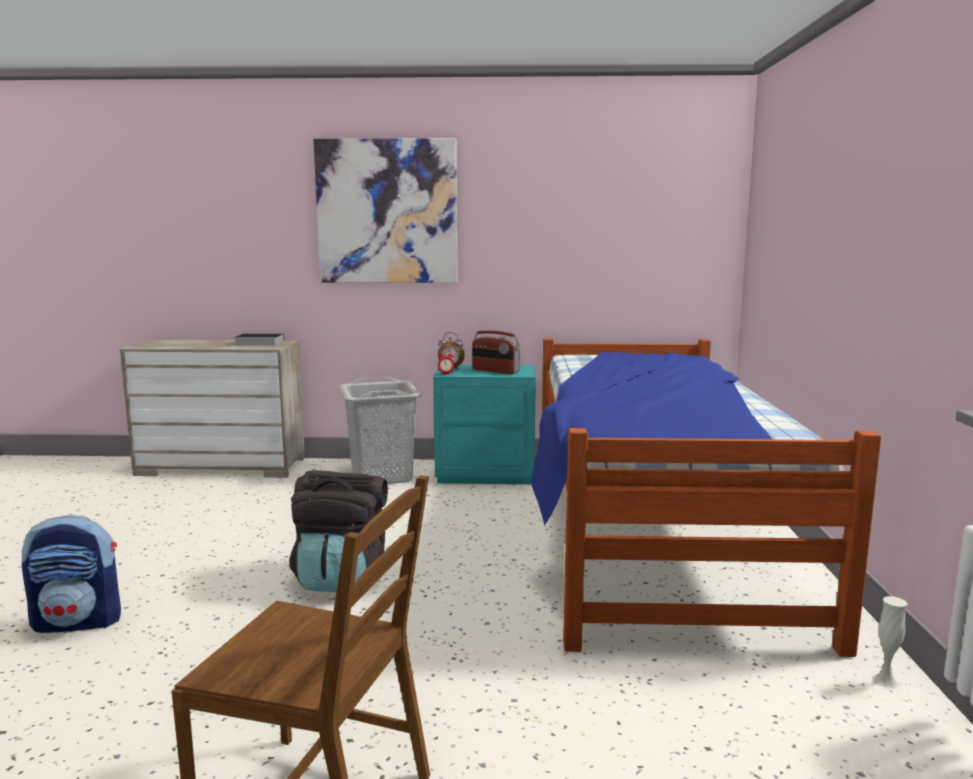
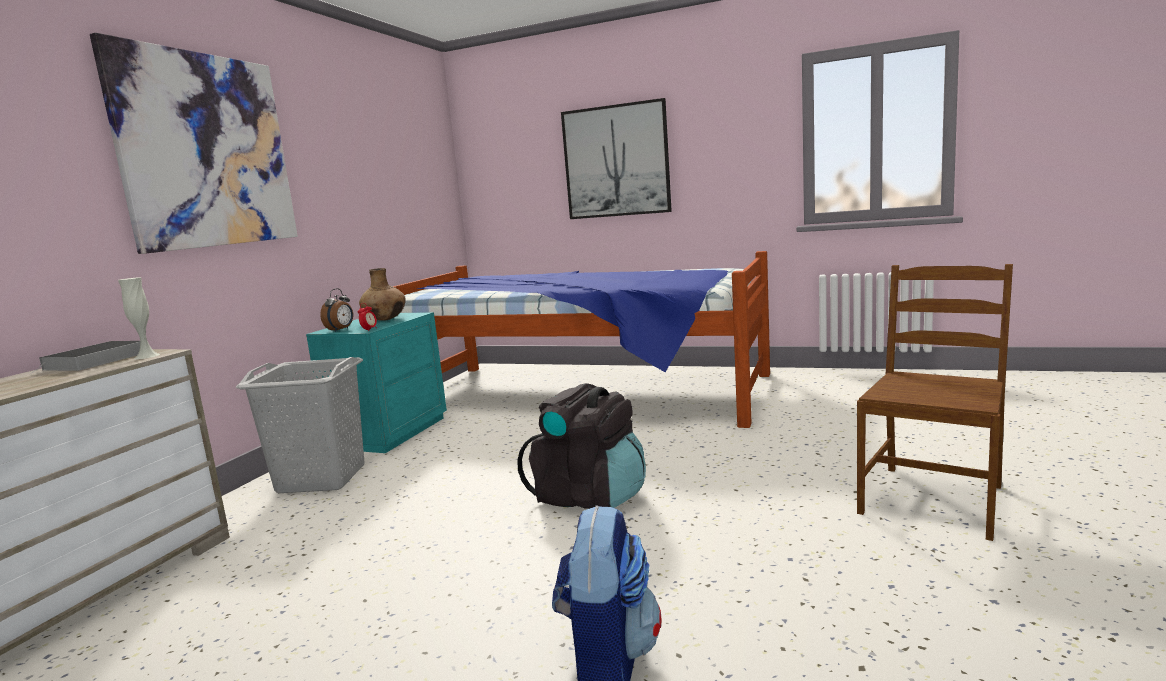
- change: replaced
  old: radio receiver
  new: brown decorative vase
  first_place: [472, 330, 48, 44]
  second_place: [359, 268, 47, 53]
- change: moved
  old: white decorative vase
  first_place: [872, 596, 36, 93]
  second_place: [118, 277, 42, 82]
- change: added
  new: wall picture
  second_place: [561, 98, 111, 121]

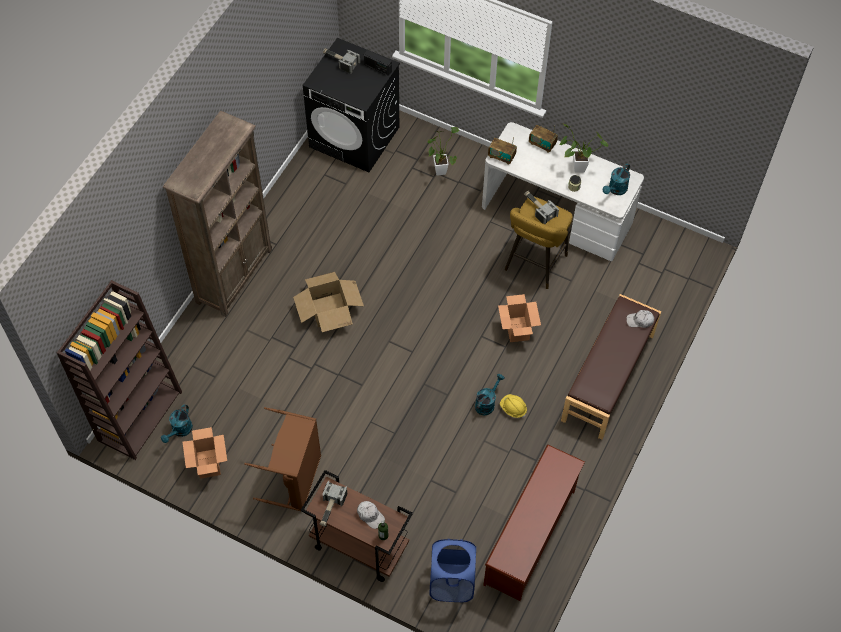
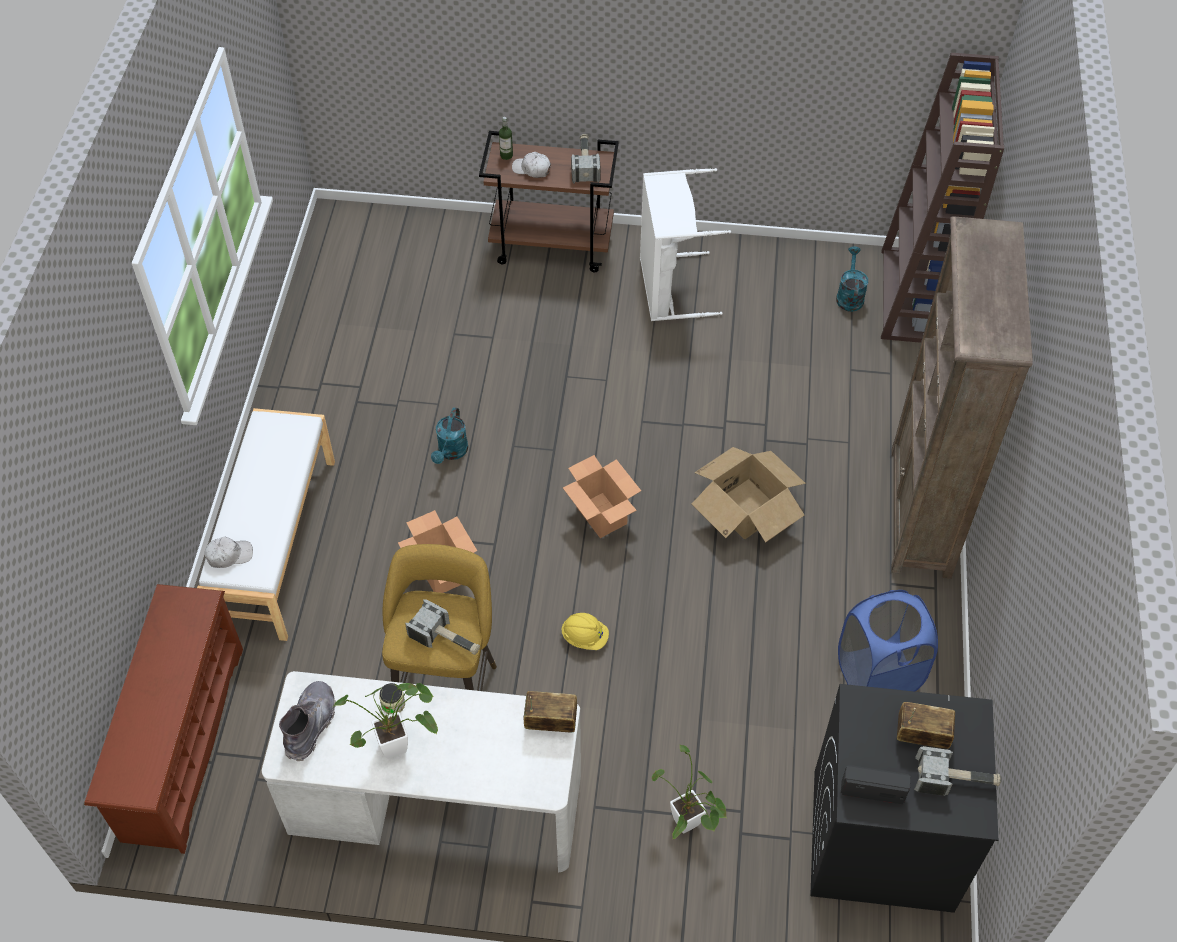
- change: moved
  old: radio receiver
  first_place: [529, 125, 29, 28]
  second_place: [897, 702, 58, 47]
- change: replaced
  old: turquoise watering can
  new: gray tall boot
  first_place: [603, 163, 27, 32]
  second_place: [279, 681, 57, 80]
- change: recoloured
  old: brown bench
  new: white bench
  first_place: [561, 294, 100, 146]
  second_place: [197, 408, 138, 233]
- change: moved
  old: yellowish safety helmet
  first_place: [500, 394, 27, 24]
  second_place: [561, 613, 48, 37]
- change: recoloured
  old: brown hamper
  new: white hamper
  first_place: [244, 407, 77, 105]
  second_place: [640, 168, 91, 153]
- change: moved
  old: packing box
  first_place: [183, 427, 44, 52]
  second_place: [563, 455, 78, 83]
- change: moved
  old: brown shoe shelf
  first_place: [483, 444, 102, 157]
  second_place: [84, 584, 159, 270]
- change: moved
  old: blue-coloured hamper
  first_place: [430, 539, 46, 63]
  second_place: [838, 590, 100, 102]

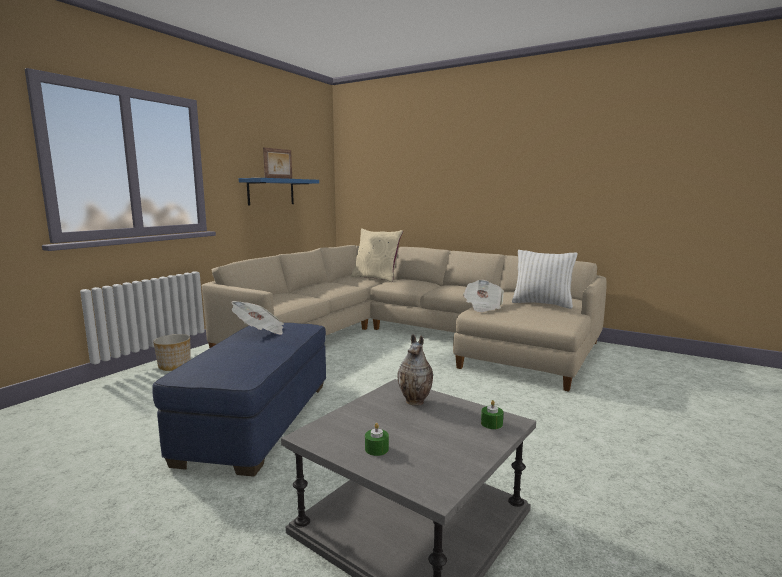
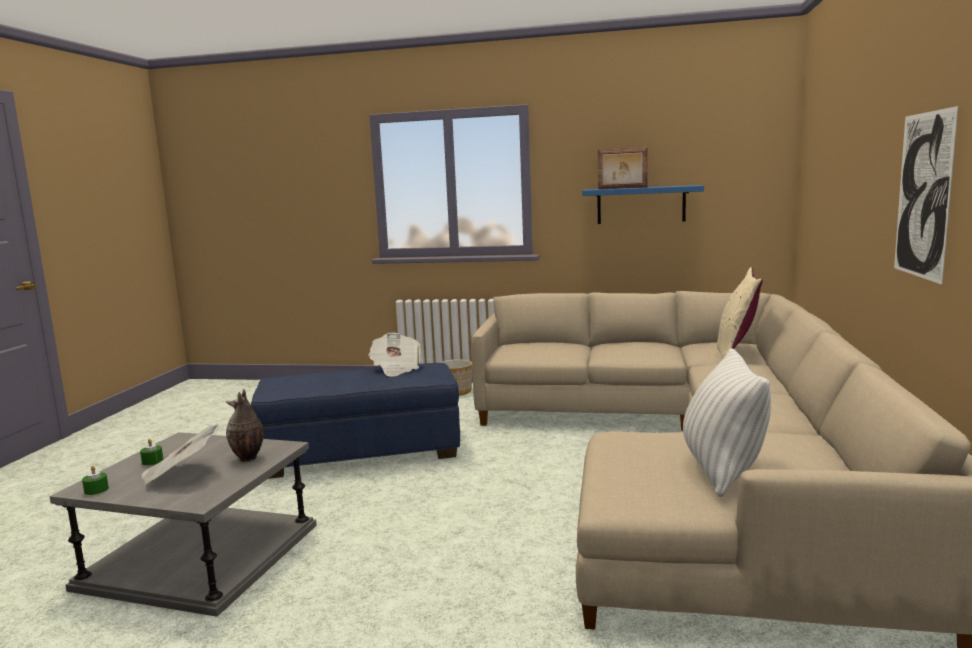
- change: moved
  old: daily paper
  first_place: [463, 280, 41, 32]
  second_place: [141, 424, 78, 61]
- change: moved
  old: greenish wax light
  first_place: [481, 400, 22, 29]
  second_place: [82, 466, 27, 29]
- change: added
  new: wall picture
  second_place: [894, 106, 64, 179]

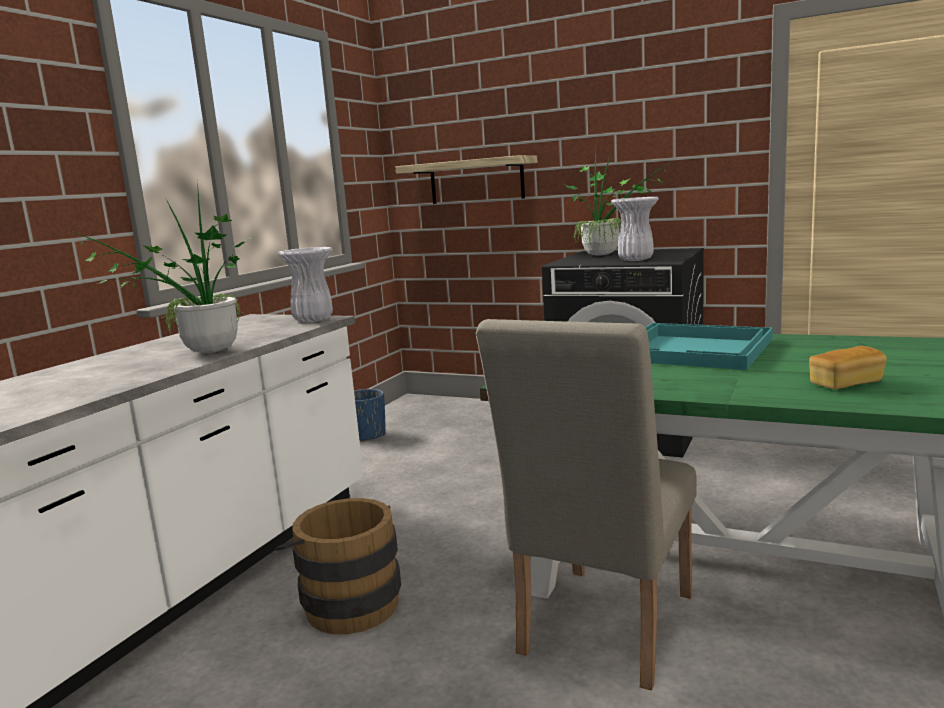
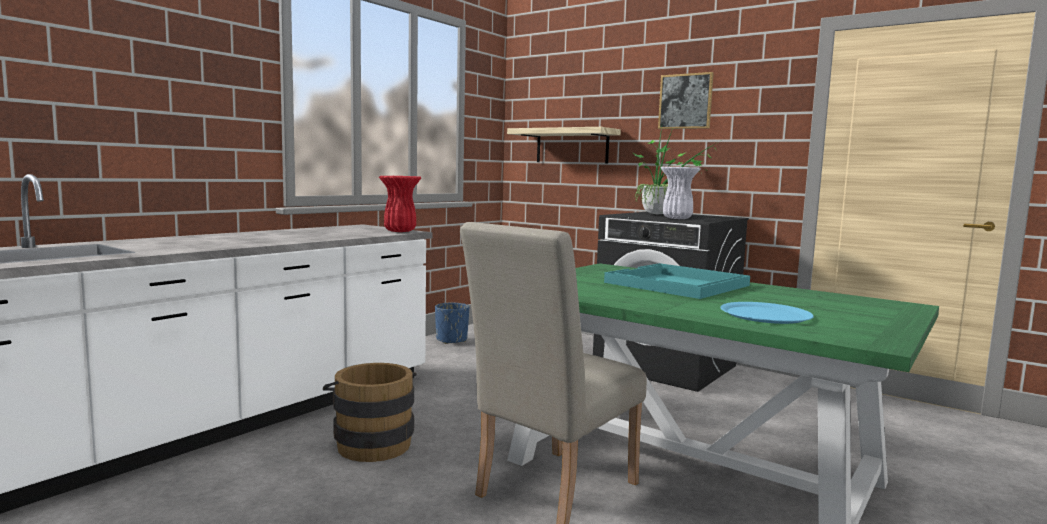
- change: removed
  old: potted plant
  first_place: [67, 181, 186, 172]
- change: recoloured
  old: white decorative vase
  new: red-coloured decorative vase
  first_place: [277, 247, 56, 75]
  second_place: [379, 176, 42, 56]
- change: replaced
  old: bakery bread
  new: blue-coloured flat dish
  first_place: [809, 346, 78, 43]
  second_place: [720, 302, 94, 22]
- change: added
  new: wall picture
  second_place: [658, 72, 56, 57]

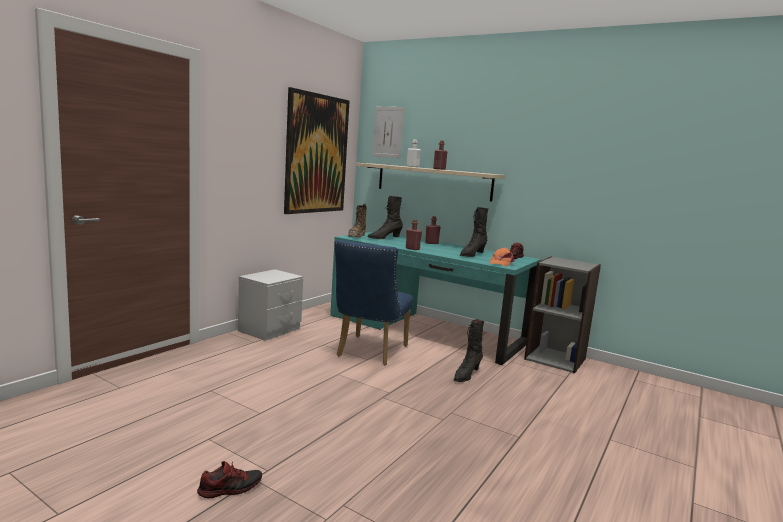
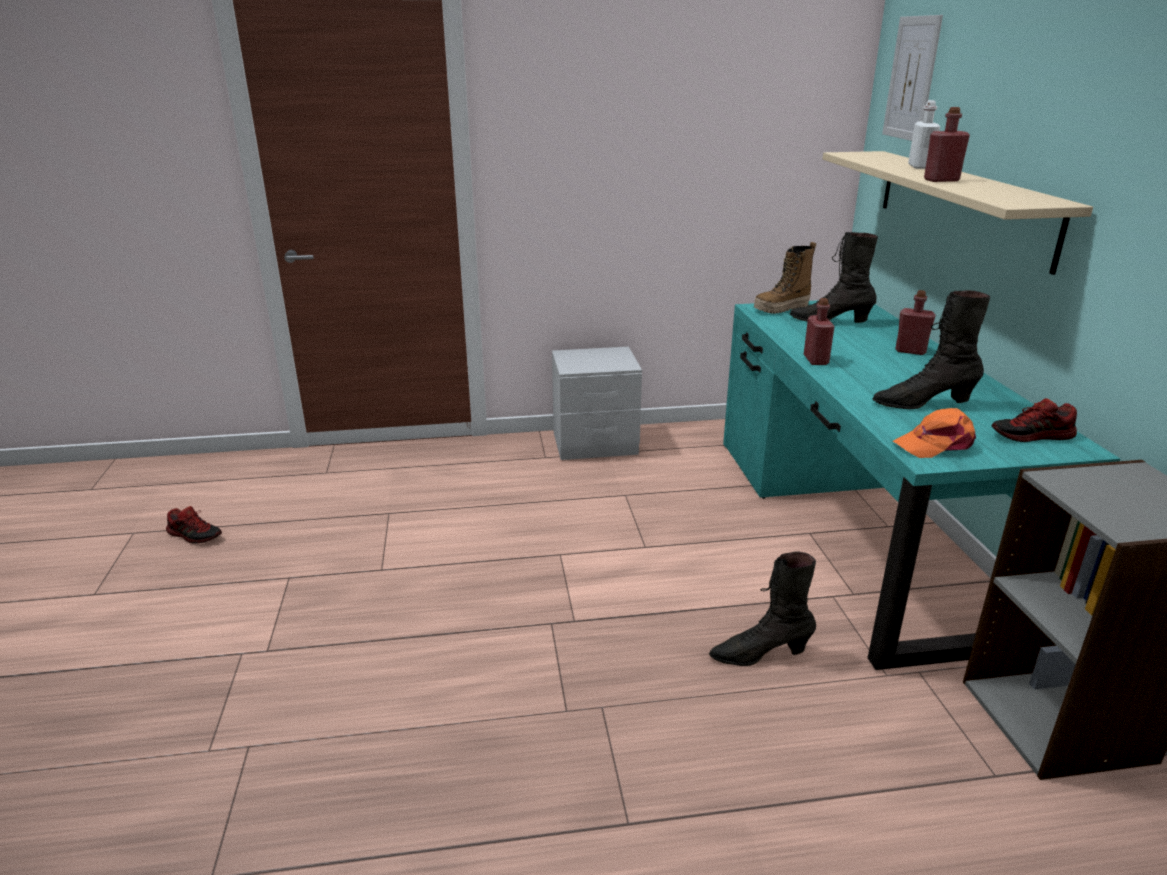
- change: removed
  old: wall picture
  first_place: [284, 87, 66, 127]
- change: removed
  old: blue-coloured upright chair
  first_place: [334, 240, 79, 126]
- change: moved
  old: shoe
  first_place: [197, 461, 65, 38]
  second_place: [166, 506, 56, 38]

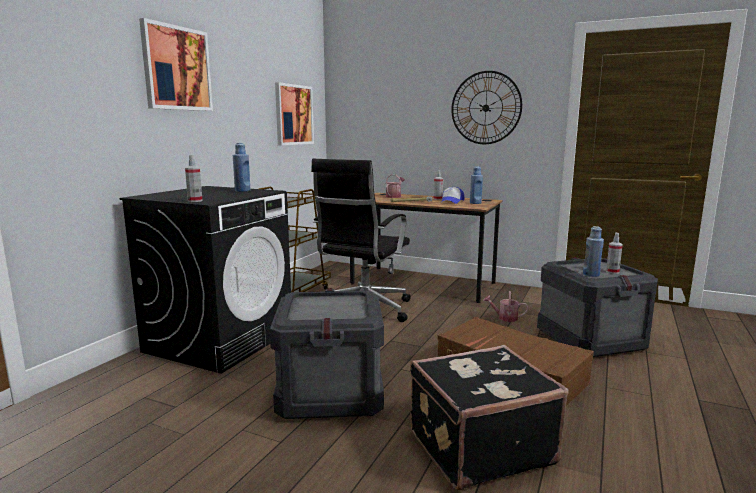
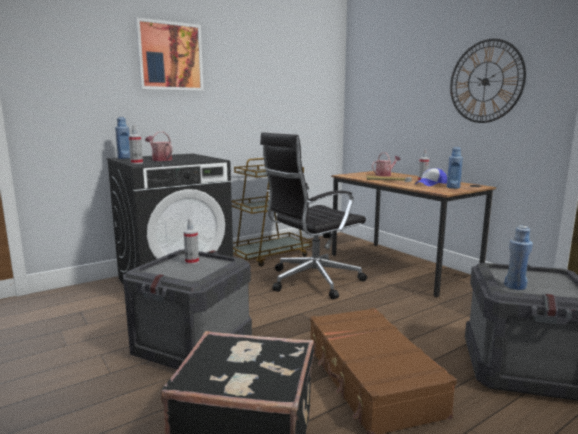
- change: removed
  old: wall picture
  first_place: [275, 82, 39, 63]
- change: moved
  old: blue-coloured drink bottle
  first_place: [233, 143, 17, 49]
  second_place: [115, 117, 15, 42]
- change: moved
  old: hand sprayer
  first_place: [606, 233, 17, 41]
  second_place: [184, 218, 15, 46]
- change: moved
  old: watering can
  first_place: [483, 291, 45, 31]
  second_place: [145, 132, 28, 29]

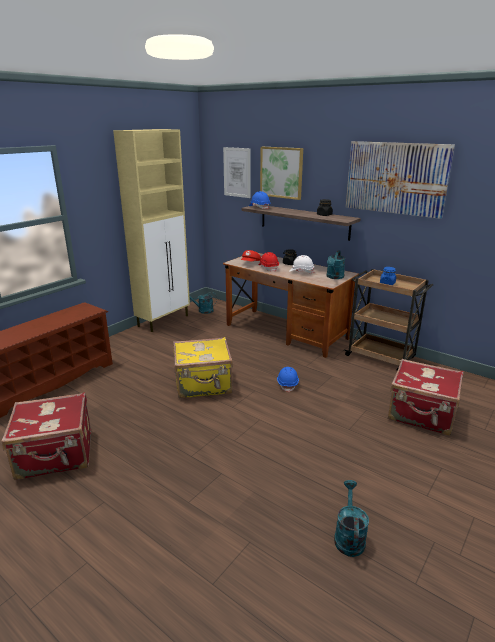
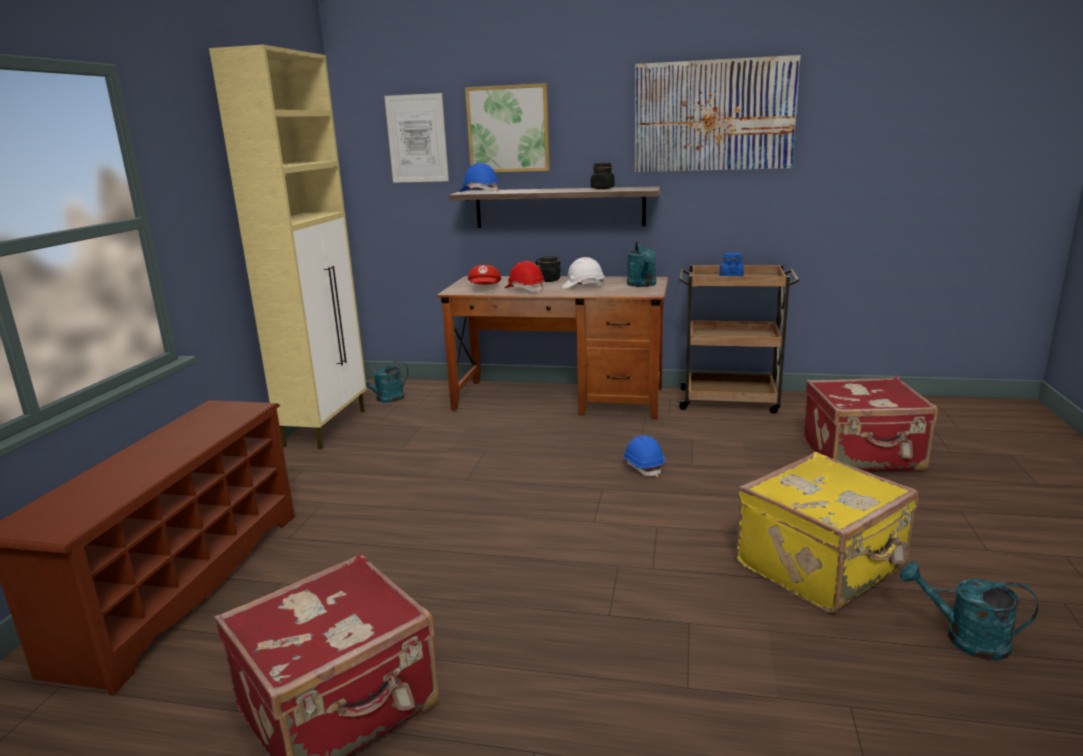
- change: moved
  old: yellowish travel case
  first_place: [173, 337, 60, 62]
  second_place: [736, 452, 182, 161]
- change: turned
  old: turquoise watering can
  first_place: [334, 480, 35, 77]
  second_place: [900, 561, 138, 99]
  degrees: -45

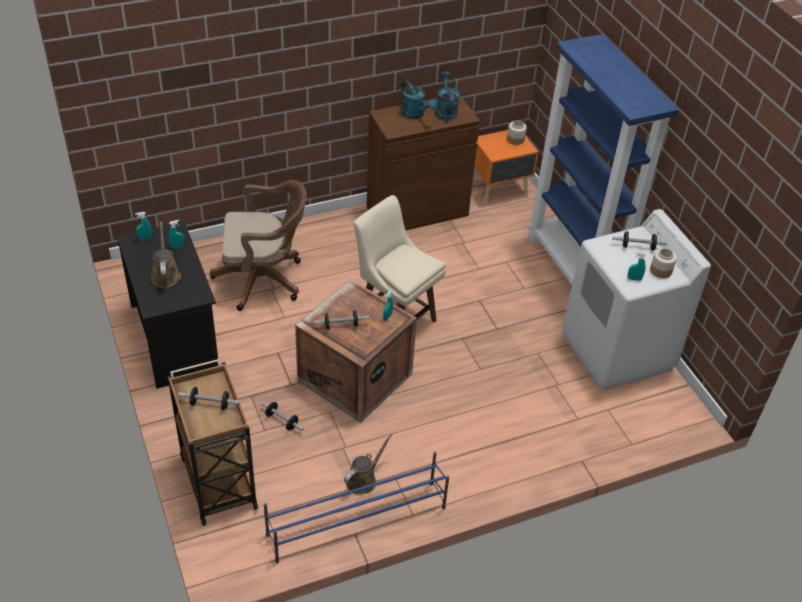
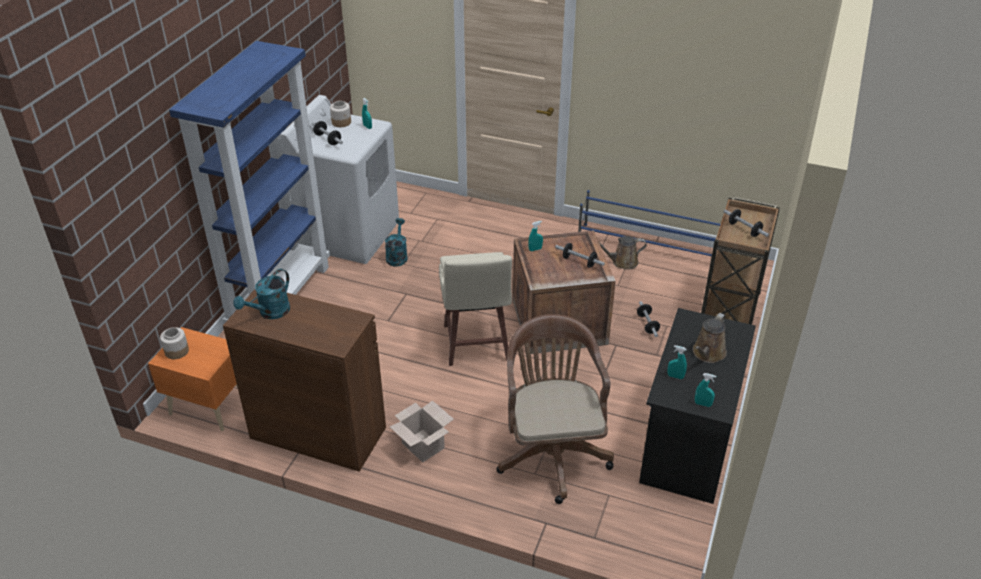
- change: moved
  old: turquoise watering can
  first_place: [402, 81, 35, 38]
  second_place: [385, 218, 23, 49]
- change: turned
  old: brown desk chair
  first_place: [210, 180, 97, 131]
  second_place: [496, 314, 118, 190]
  degrees: 45
- change: added
  new: packing box
  second_place: [390, 400, 64, 62]

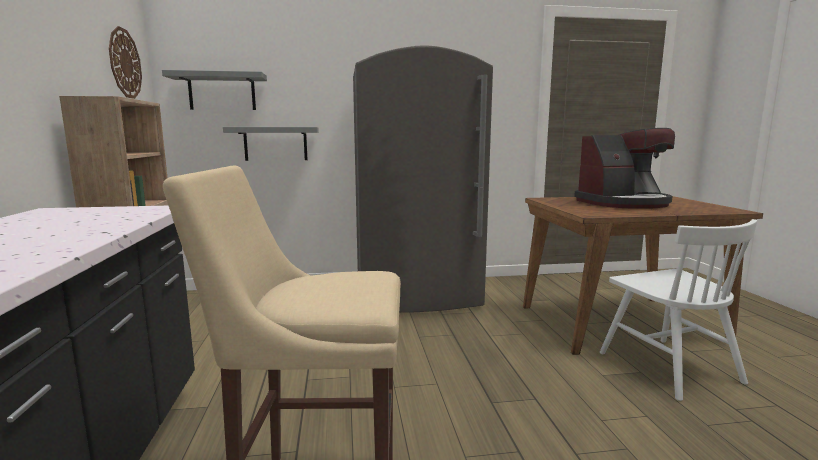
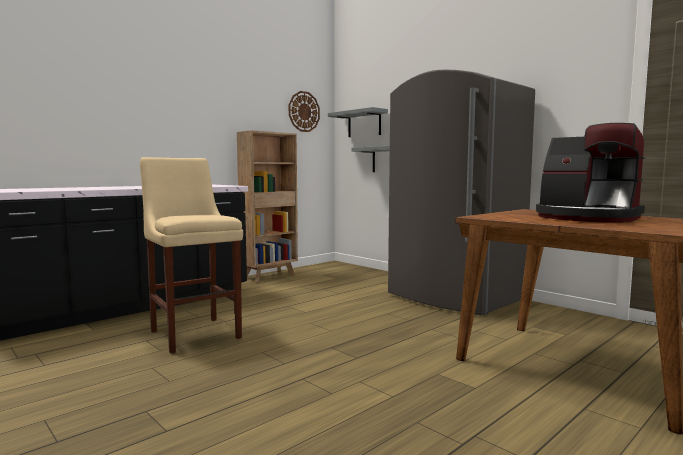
- change: removed
  old: white upright chair
  first_place: [600, 219, 157, 182]

